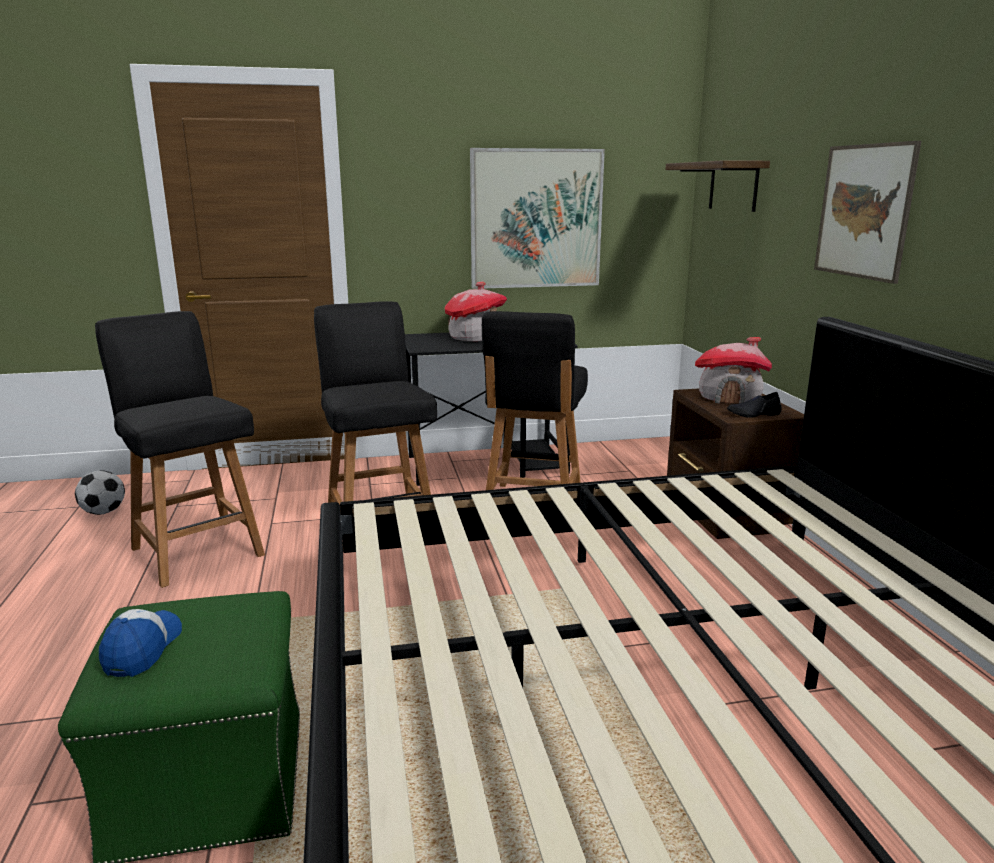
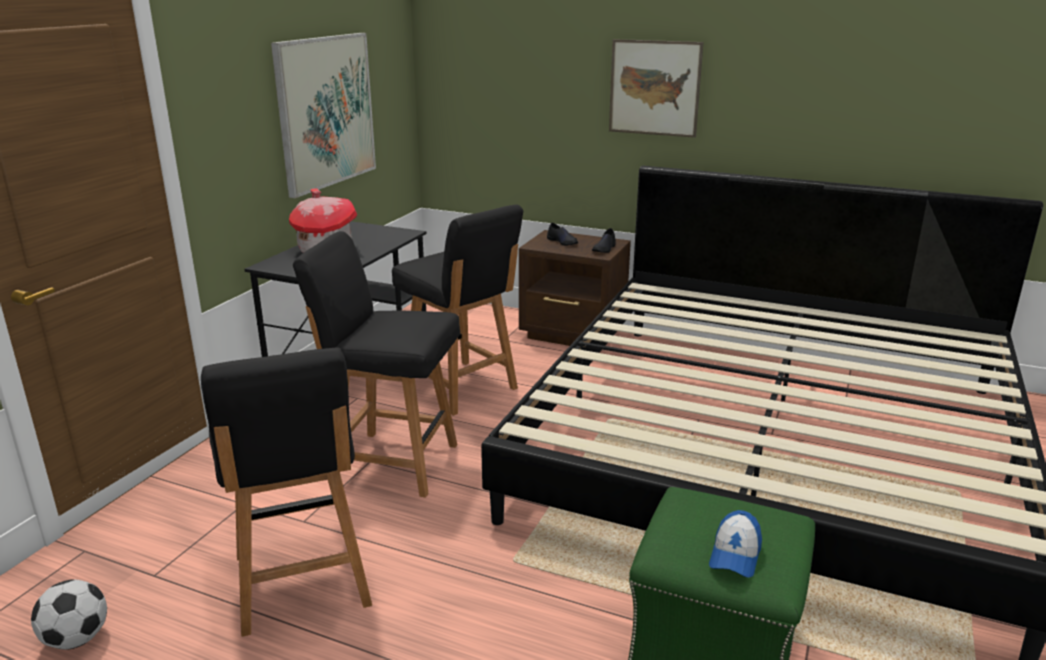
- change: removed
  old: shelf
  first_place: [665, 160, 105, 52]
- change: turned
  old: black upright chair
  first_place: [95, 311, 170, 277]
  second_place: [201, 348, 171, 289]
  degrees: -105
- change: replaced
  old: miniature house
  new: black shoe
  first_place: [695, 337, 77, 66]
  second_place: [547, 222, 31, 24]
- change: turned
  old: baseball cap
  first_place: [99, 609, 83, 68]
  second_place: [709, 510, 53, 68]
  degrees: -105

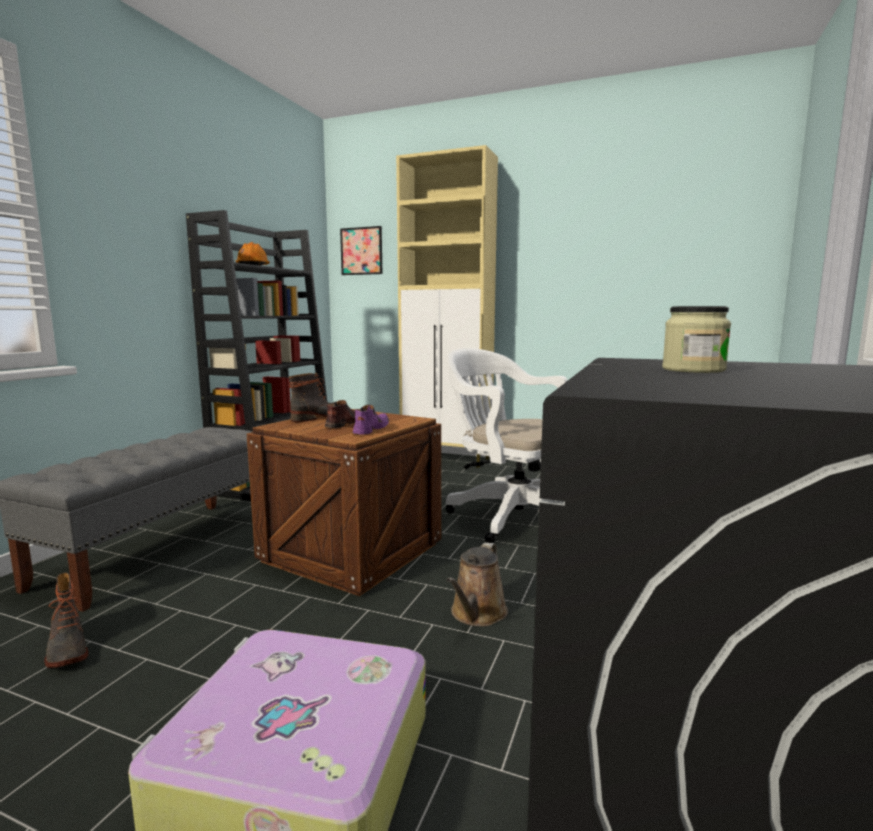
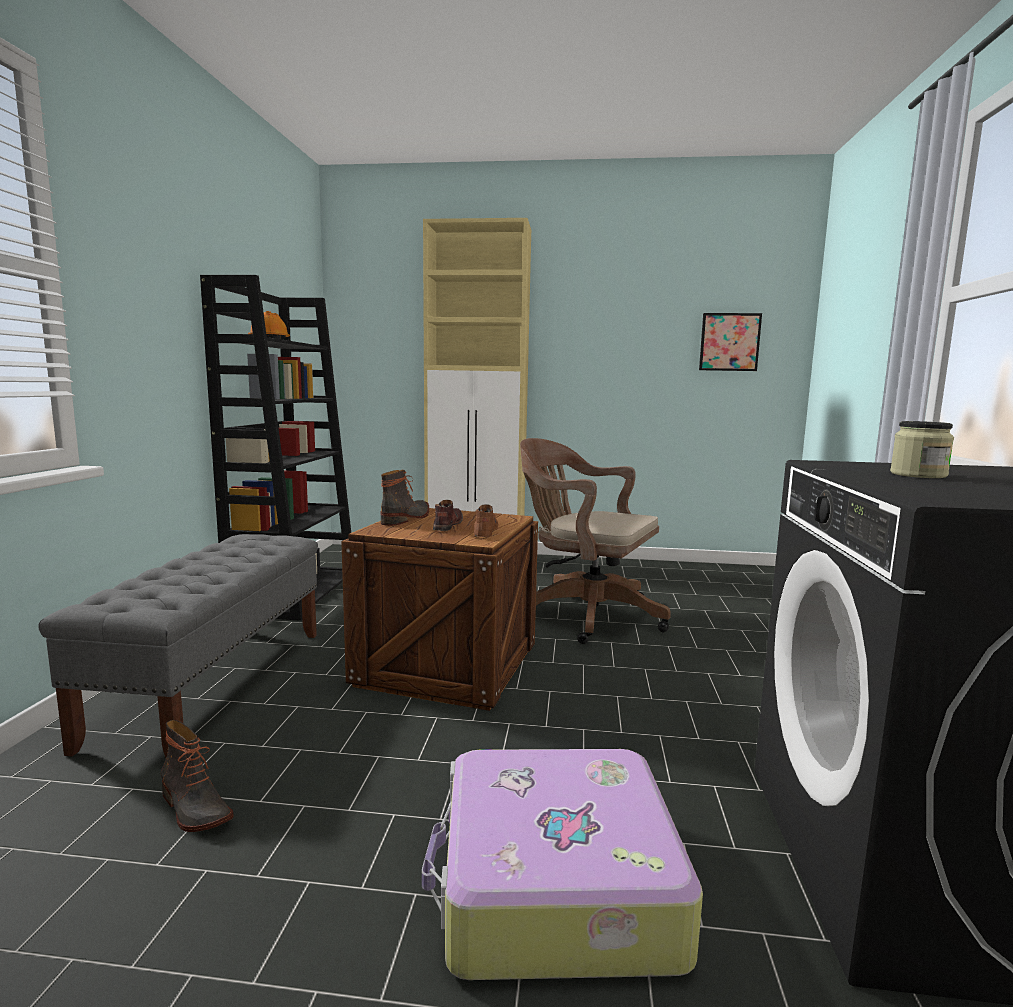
- change: moved
  old: wall picture
  first_place: [340, 226, 42, 49]
  second_place: [699, 313, 63, 58]
- change: recoloured
  old: white desk chair
  new: brown desk chair
  first_place: [446, 348, 122, 195]
  second_place: [520, 438, 151, 206]
- change: recoloured
  old: purple-coloured shoe
  new: brown shoe
  first_place: [353, 405, 36, 30]
  second_place: [474, 504, 24, 33]
- change: removed
  old: brown watering can
  first_place: [447, 542, 61, 84]

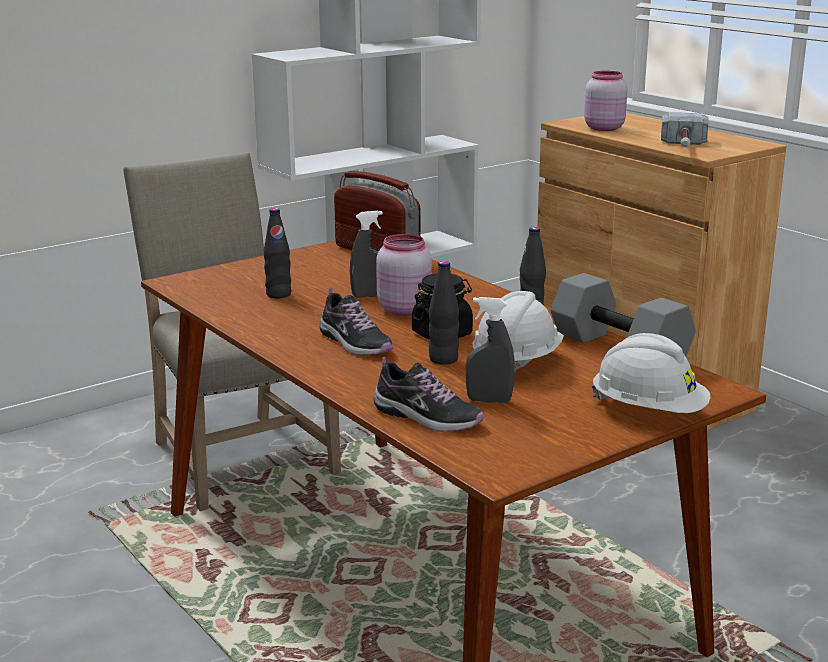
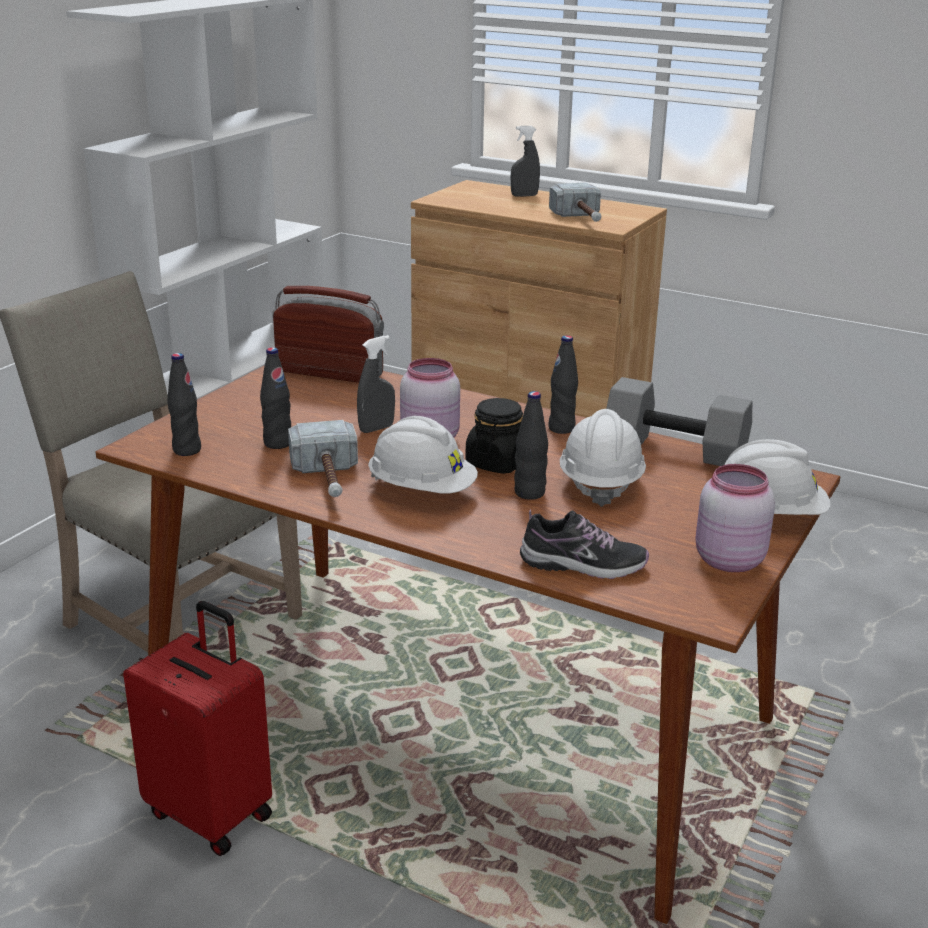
- change: moved
  old: pink-coloured preserve jar
  first_place: [584, 71, 43, 60]
  second_place: [696, 464, 79, 108]
- change: replaced
  old: shoe
  new: white safety helmet
  first_place: [319, 288, 75, 67]
  second_place: [368, 416, 110, 78]
- change: moved
  old: gray hand sprayer
  first_place: [466, 297, 49, 106]
  second_place: [511, 126, 29, 71]
- change: added
  new: black drink bottle
  second_place: [167, 353, 34, 103]
- change: added
  new: hand hammer
  second_place: [288, 420, 70, 77]
- change: added
  new: red-coloured travel case
  second_place: [123, 601, 149, 255]

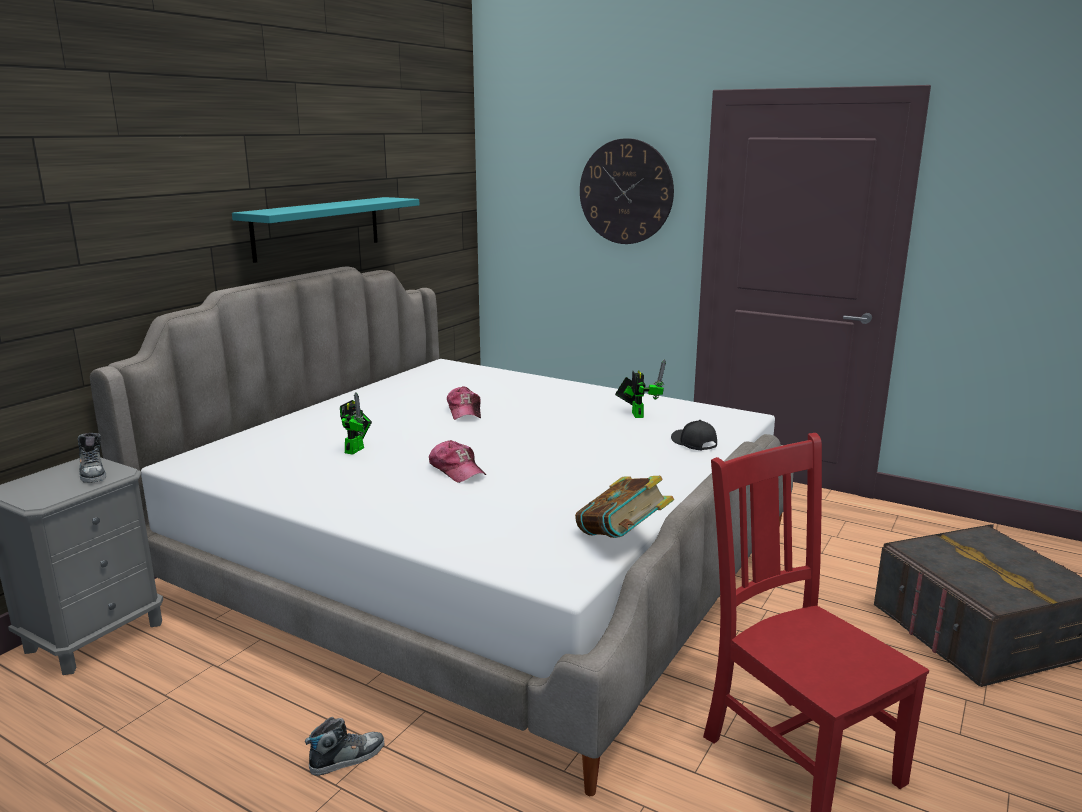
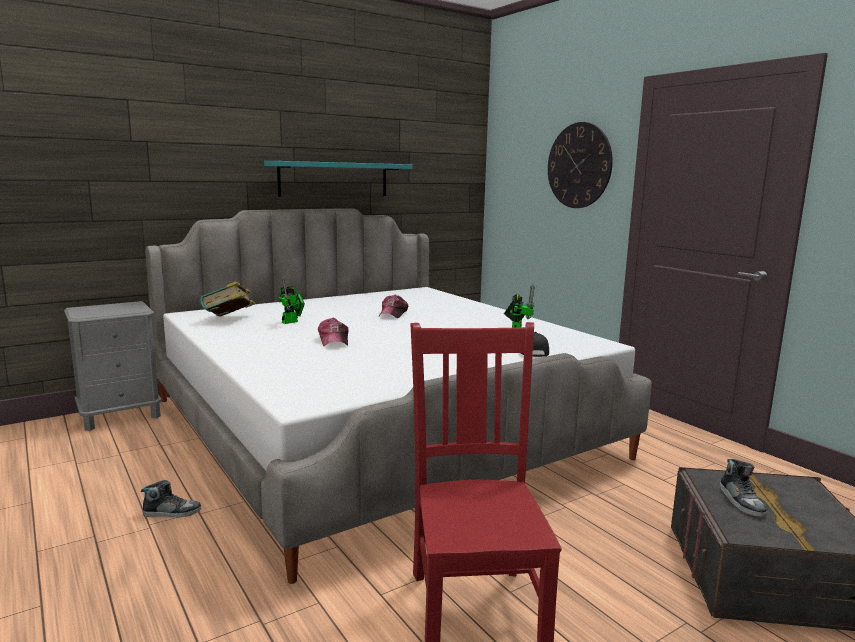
- change: moved
  old: shoe
  first_place: [78, 433, 28, 50]
  second_place: [720, 459, 47, 58]
- change: moved
  old: book
  first_place: [575, 476, 99, 62]
  second_place: [201, 281, 54, 35]

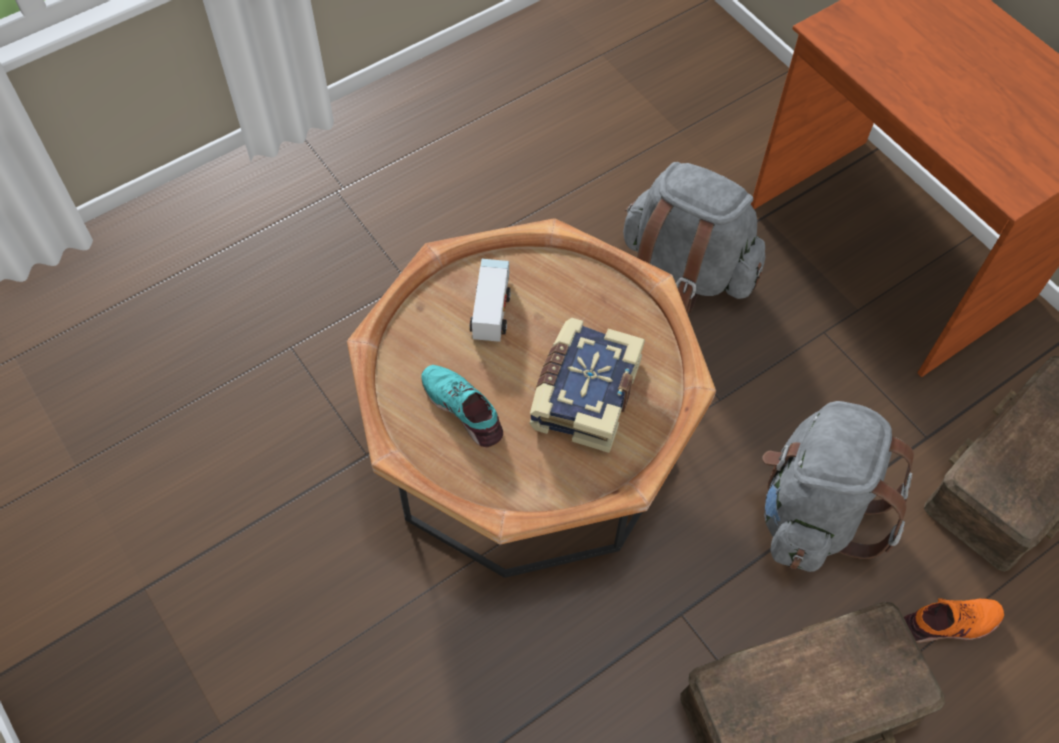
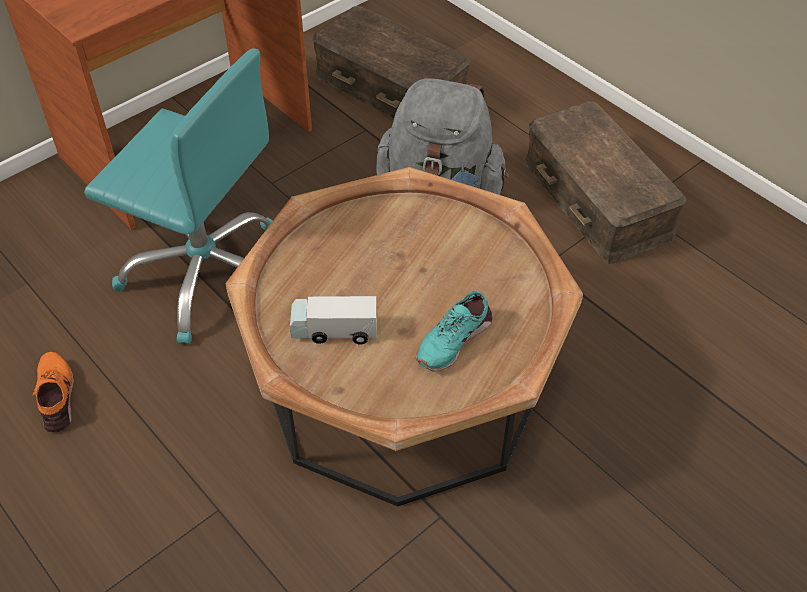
- change: replaced
  old: gray rucksack
  new: turquoise desk chair
  first_place: [623, 162, 142, 153]
  second_place: [84, 48, 189, 296]
- change: removed
  old: book
  first_place: [530, 318, 115, 135]
- change: moved
  old: orange-coloured shoe
  first_place: [904, 598, 100, 45]
  second_place: [33, 352, 41, 80]

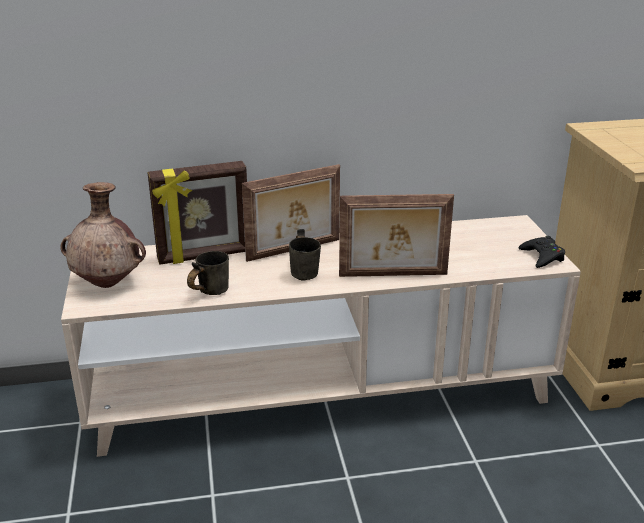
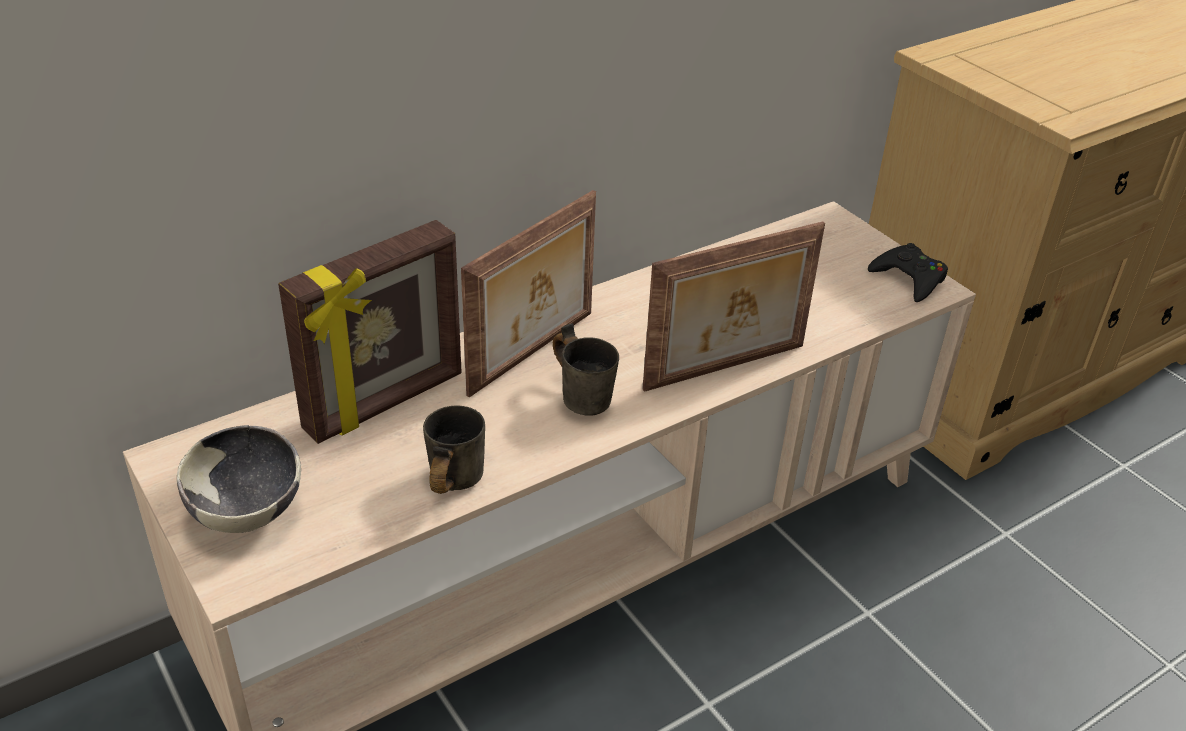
- change: replaced
  old: brown decorative vase
  new: serving bowl
  first_place: [60, 182, 86, 106]
  second_place: [177, 425, 124, 108]

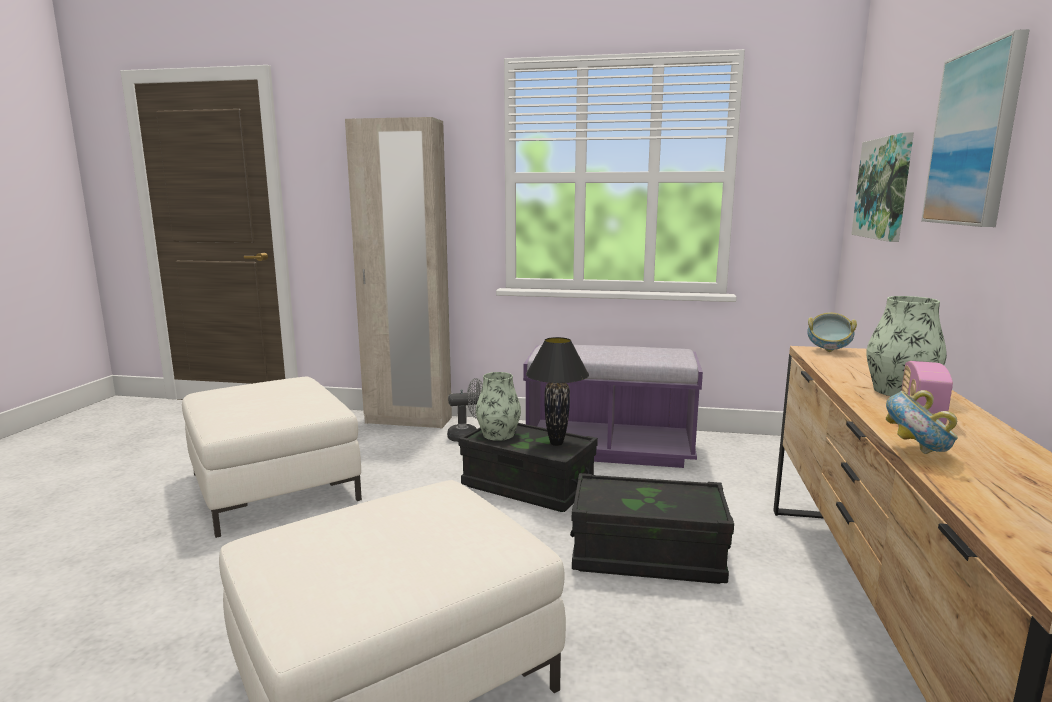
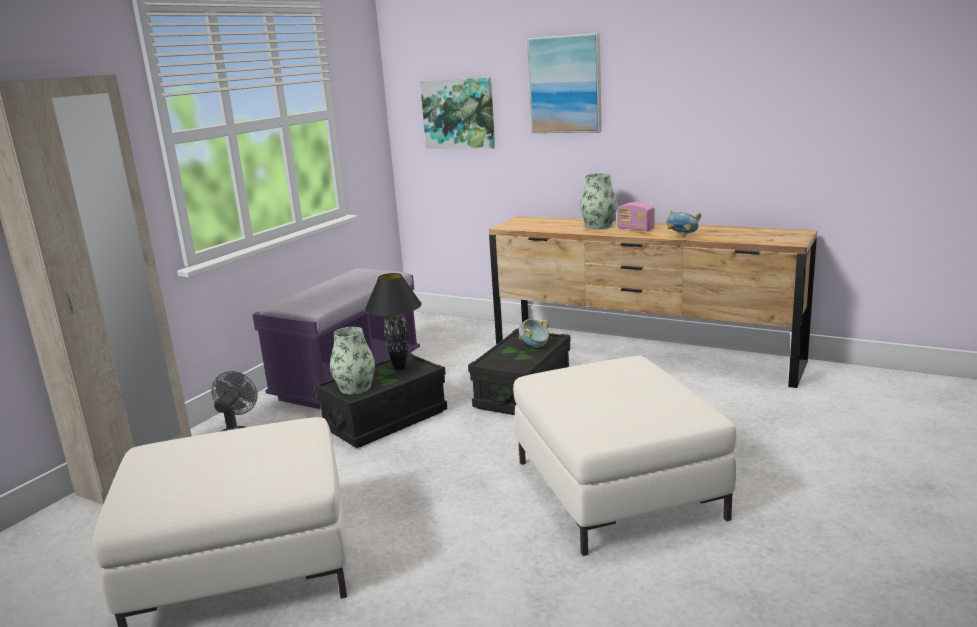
- change: moved
  old: serving bowl
  first_place: [807, 313, 50, 39]
  second_place: [519, 319, 31, 29]

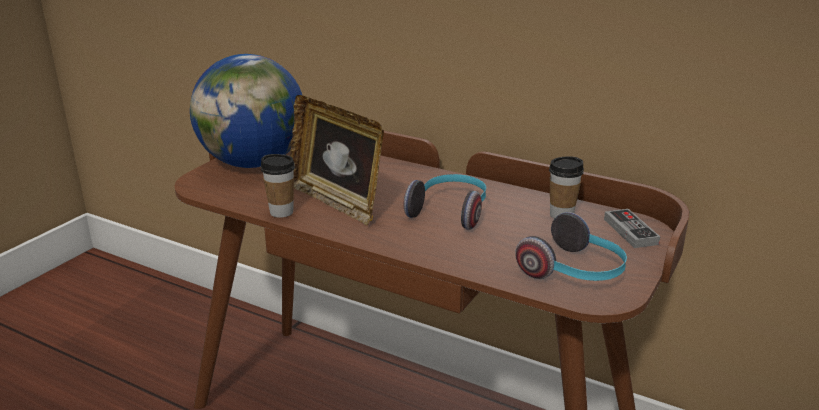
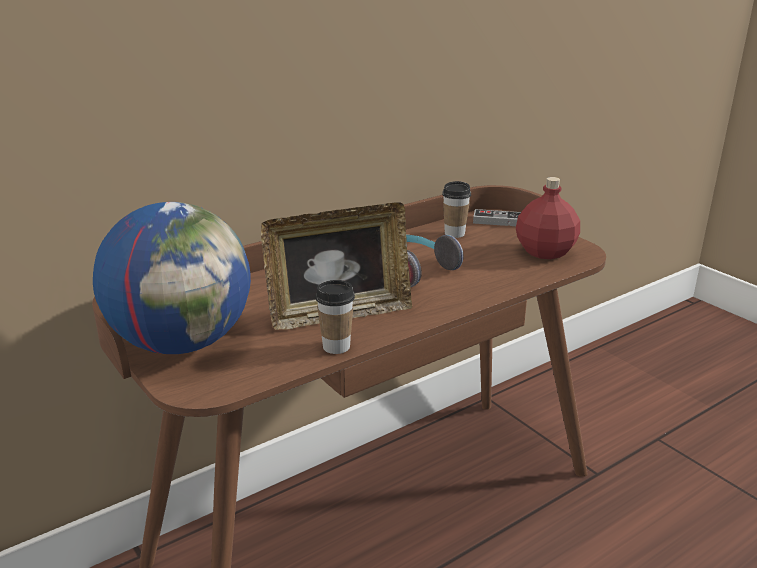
- change: replaced
  old: pair of headphones
  new: red-coloured drink bottle
  first_place: [515, 212, 112, 69]
  second_place: [516, 177, 64, 82]

